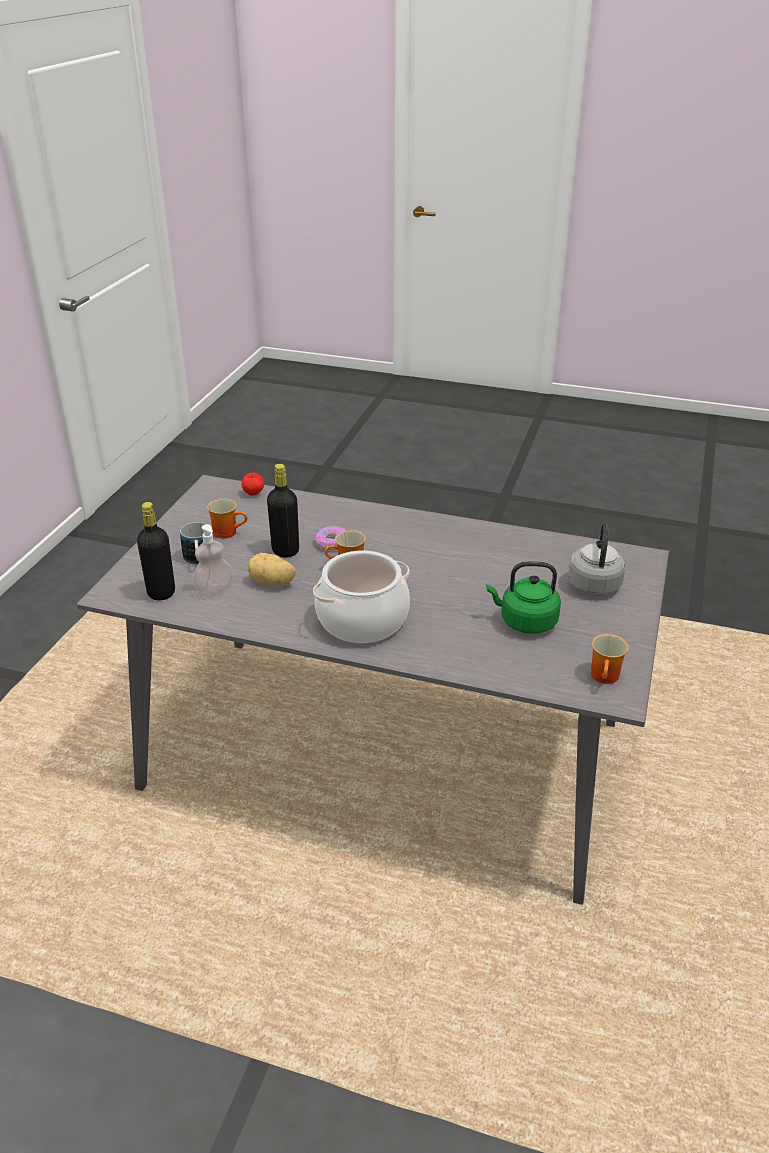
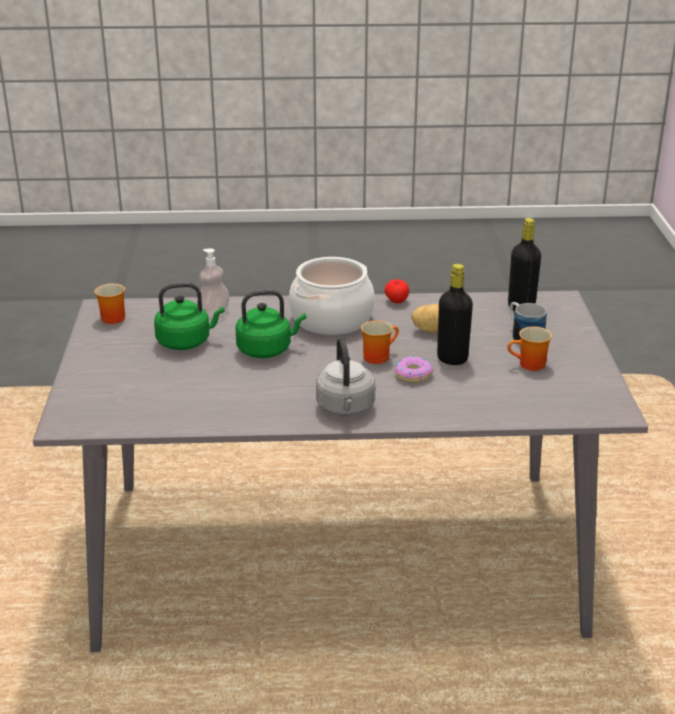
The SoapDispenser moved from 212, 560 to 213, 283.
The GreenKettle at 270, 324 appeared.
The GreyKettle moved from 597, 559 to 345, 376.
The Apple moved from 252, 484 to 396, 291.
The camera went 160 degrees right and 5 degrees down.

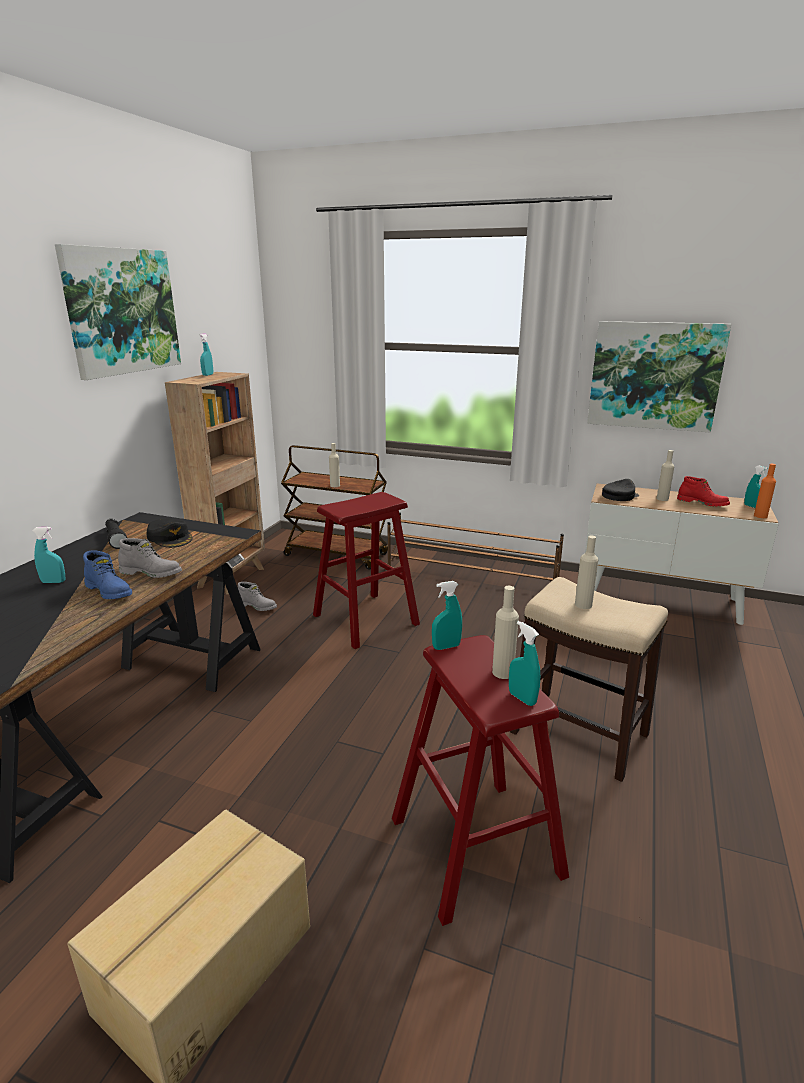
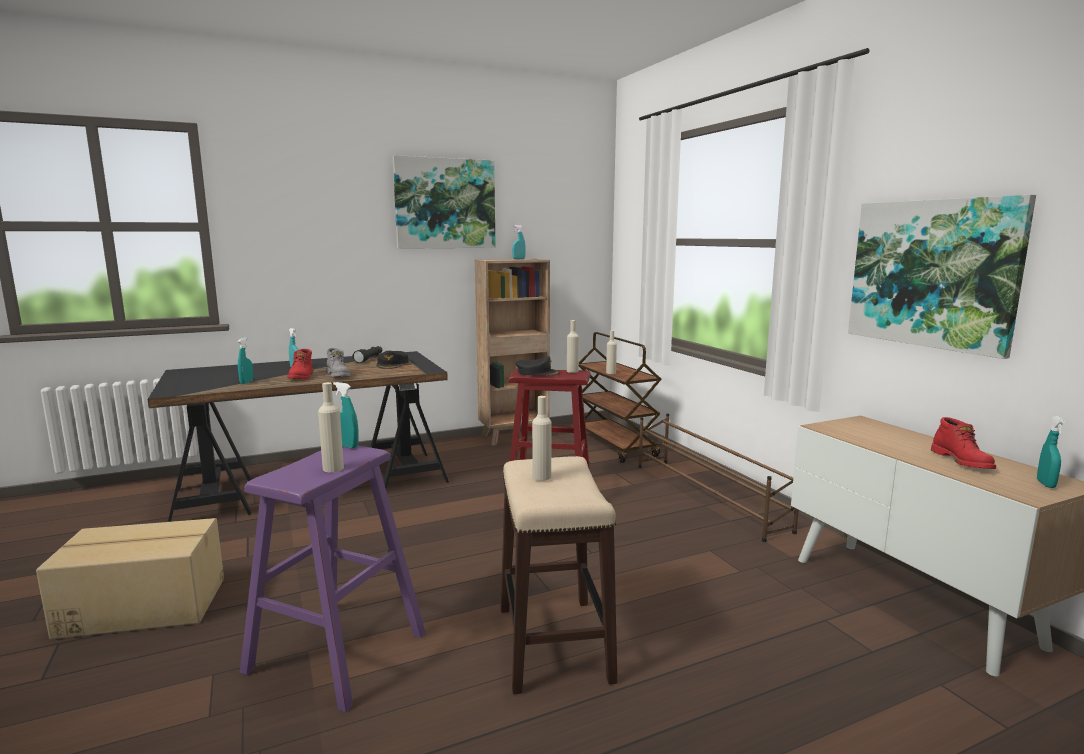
The TurquoiseSprayBottle moved from 524, 663 to 245, 360.
The RedStool at 480, 780 became the PurpleStool at 333, 579.
The BlueBoot at 107, 575 became the RedBoot at 300, 364.
The BlackCap moved from 621, 490 to 537, 365.
The BeigeBottle moved from 665, 475 to 573, 346.
The GreyBoot at 257, 596 disappeared.
The OrangeBottle at 765, 491 disappeared.
The camera went 45 degrees right and 10 degrees down.

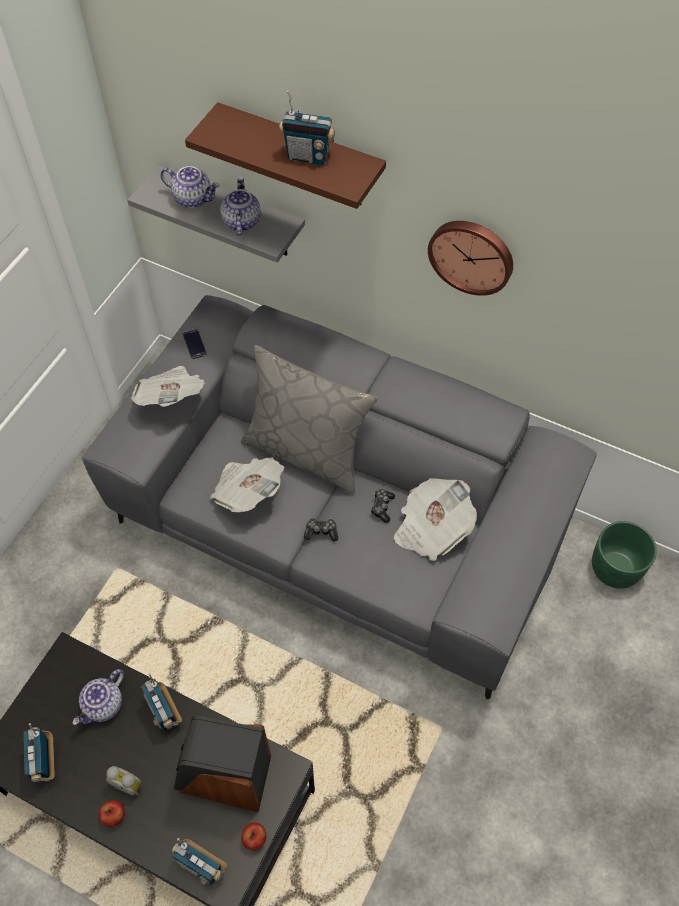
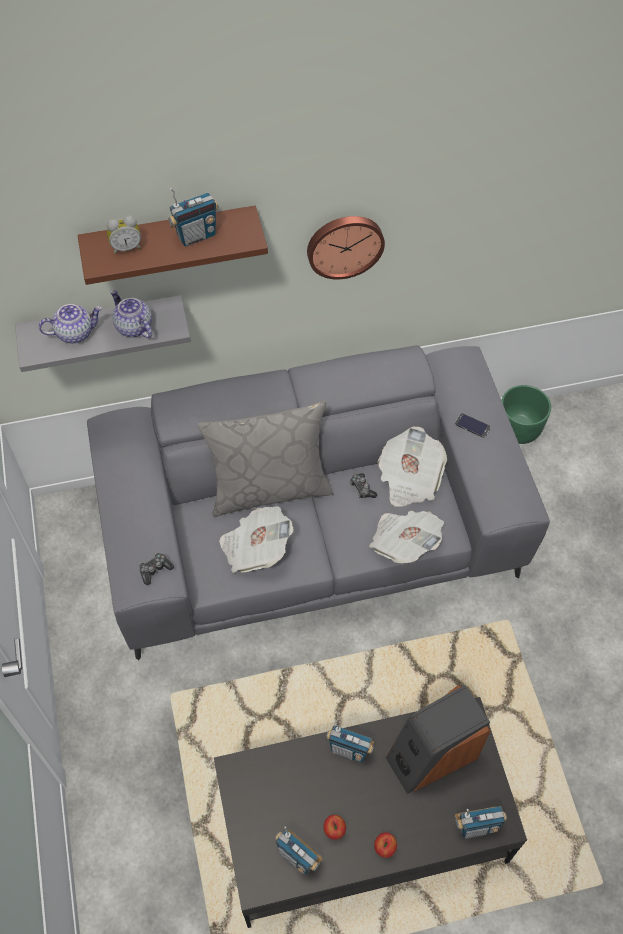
The AlarmClock moved from 123, 780 to 124, 234.
The GameController moved from 321, 529 to 156, 569.
The Apple moved from 253, 836 to 334, 827.
The Newspaper moved from 168, 386 to 406, 537.
The Phone moved from 195, 344 to 473, 425.
The Teapot at 98, 697 disappeared.
The camera went 40 degrees left and 0 degrees up.

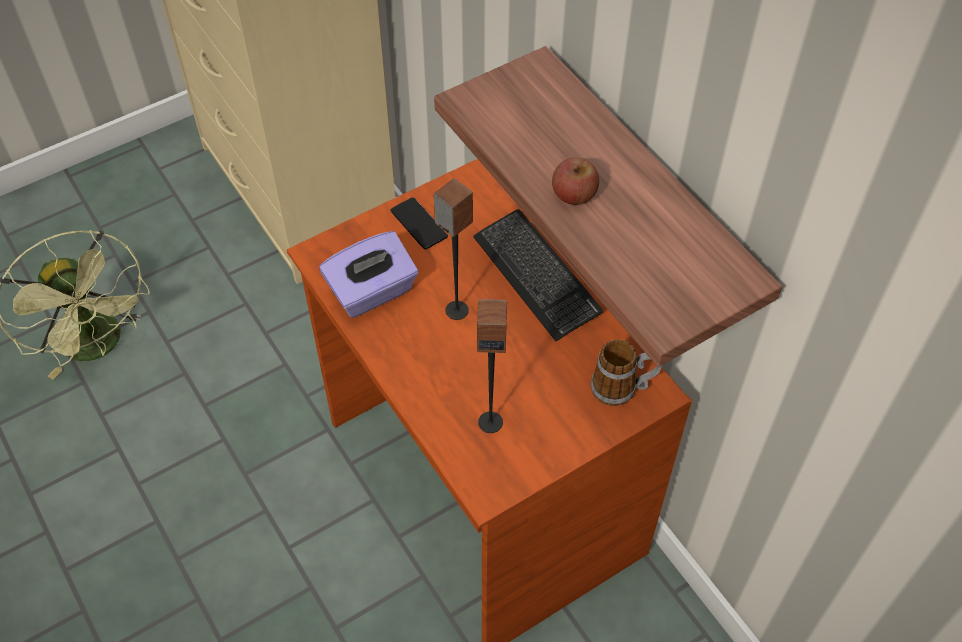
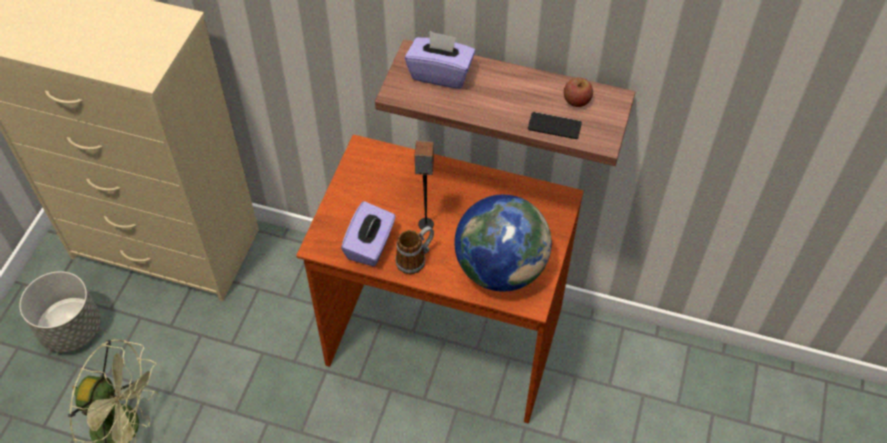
The GreyPlanter at 60, 312 appeared.
The Mug moved from 626, 372 to 414, 250.
The PurpleTissueBox at 440, 60 appeared.
The Speaker at 492, 366 was replaced by the Globe at 503, 243.
The Phone moved from 419, 223 to 555, 125.
The Apple moved from 575, 181 to 578, 92.
The Keyboard at 538, 275 disappeared.
The camera went 40 degrees left and 0 degrees up.

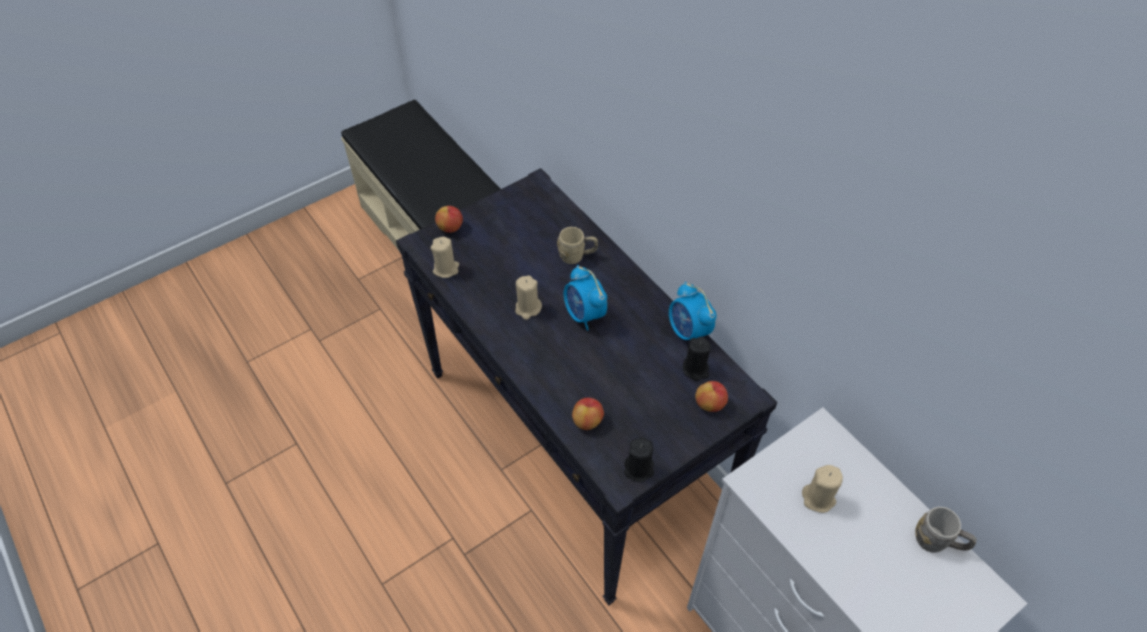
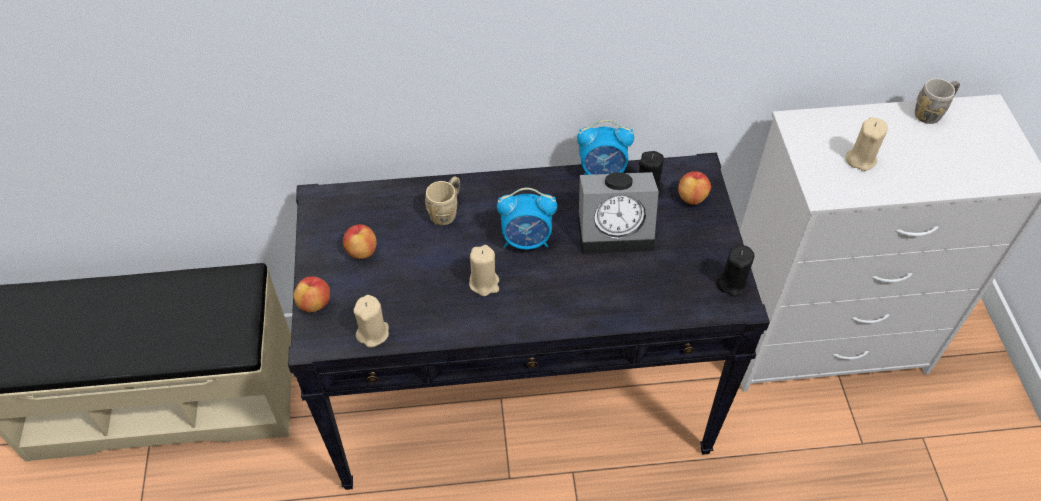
The Apple moved from 588, 414 to 360, 241.
The AlarmClock at 618, 213 appeared.
The camera went 60 degrees left and 0 degrees up.

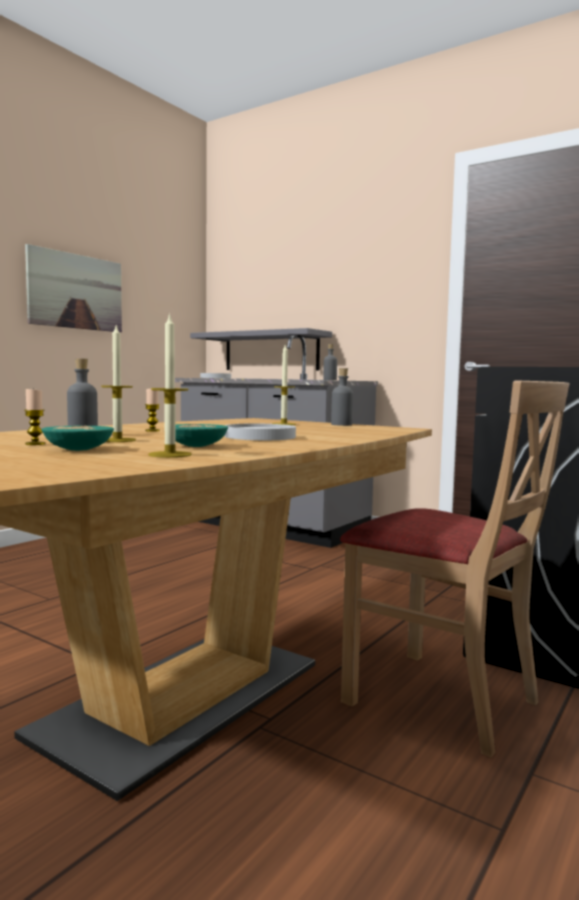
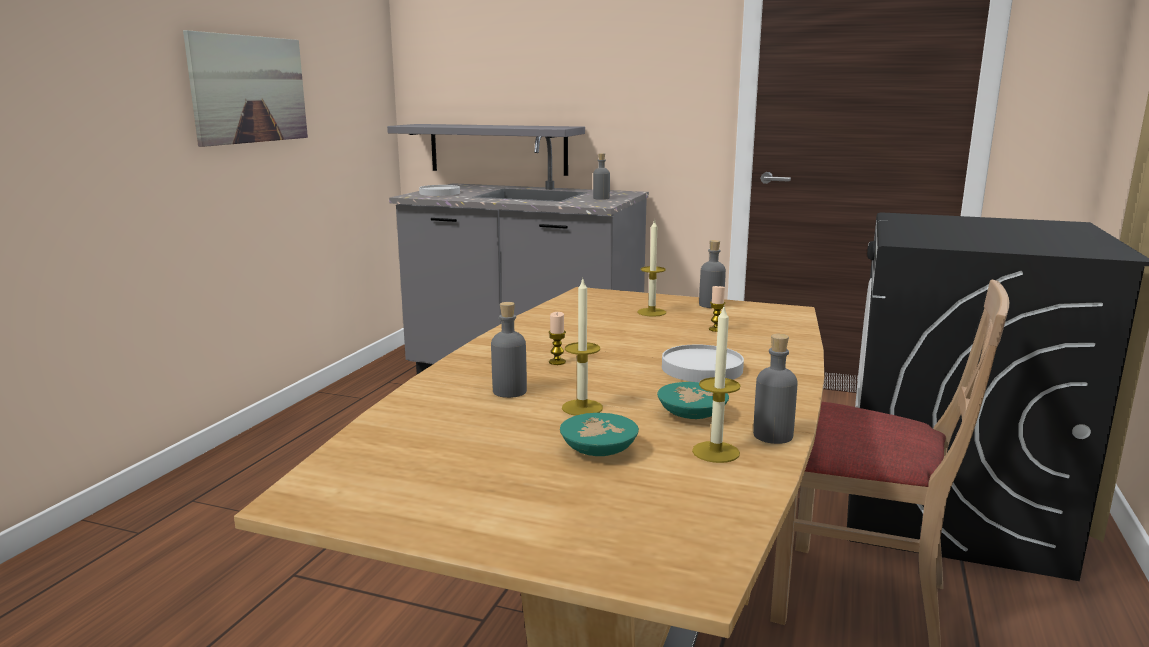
The Candle moved from 34, 417 to 717, 309.
The GreyBottle at 775, 389 appeared.
The camera went 15 degrees left and 10 degrees up.

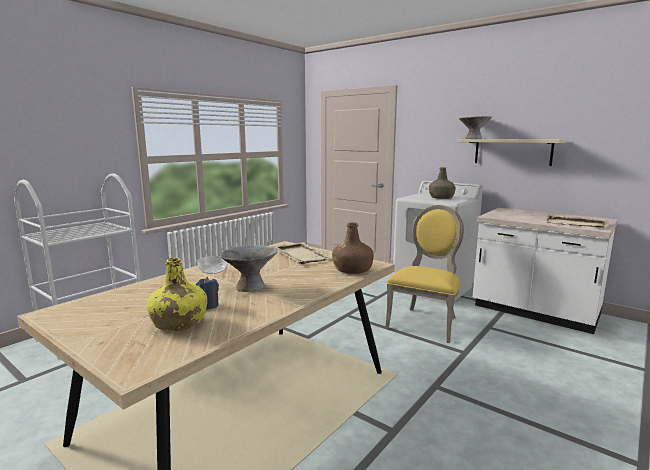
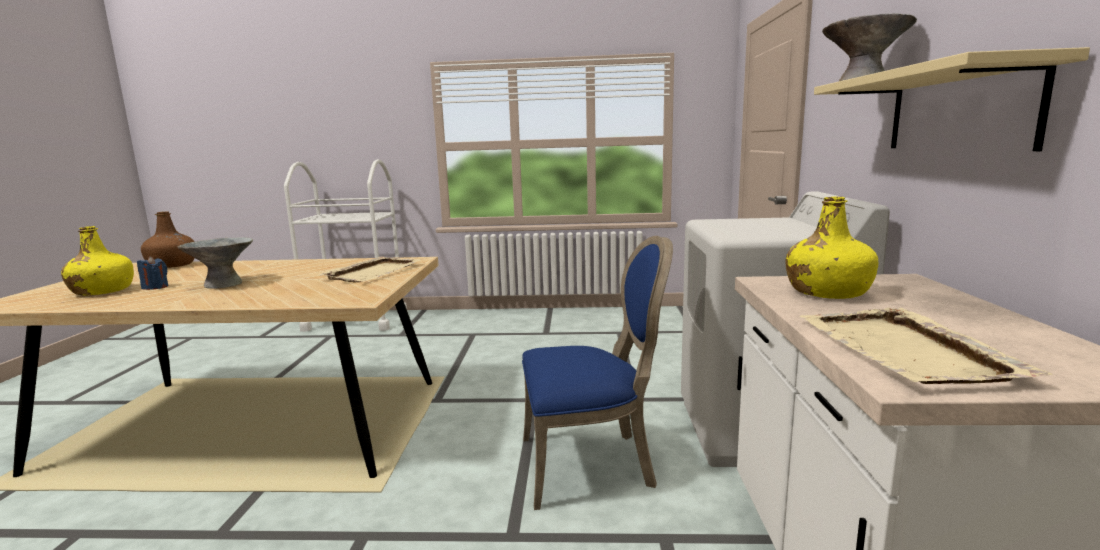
The BrownBottle moved from 353, 248 to 168, 239.
The YellowChair at 424, 274 became the BlueChair at 597, 373.
The YellowBottle at 832, 247 appeared.
The Bowl at 212, 265 disappeared.
The GreenBottle at 442, 183 disappeared.
The camera went 55 degrees right and 0 degrees up.

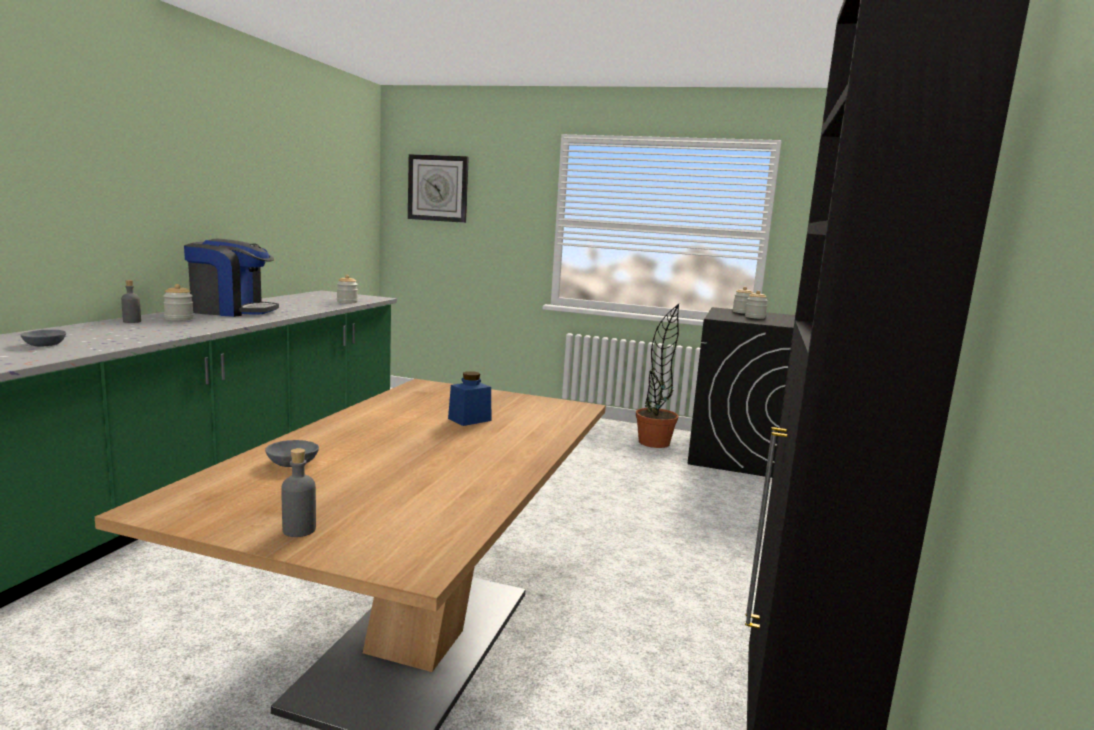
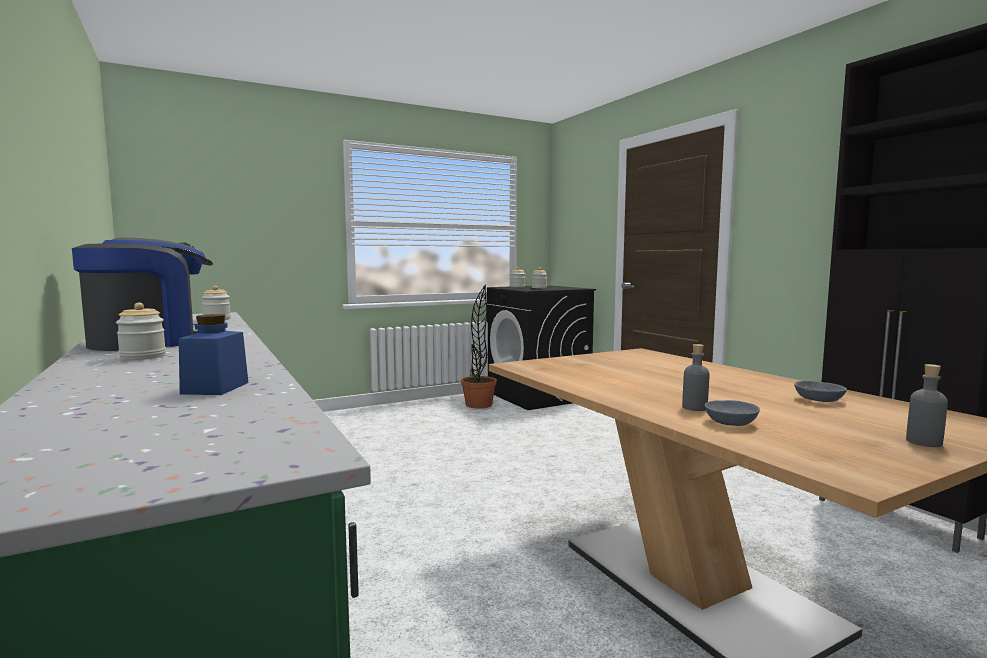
The BlueJar moved from 469, 398 to 213, 354.
The GreyBottle moved from 131, 301 to 696, 377.
The GreyBowl moved from 43, 338 to 820, 391.
The WallClock at 438, 188 disappeared.
The camera went 45 degrees left and 5 degrees down.

